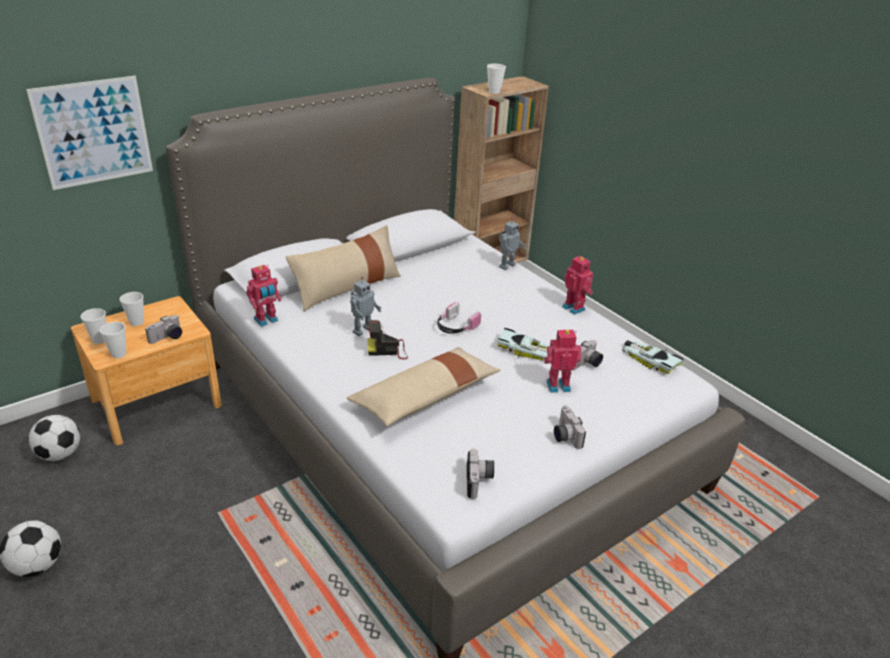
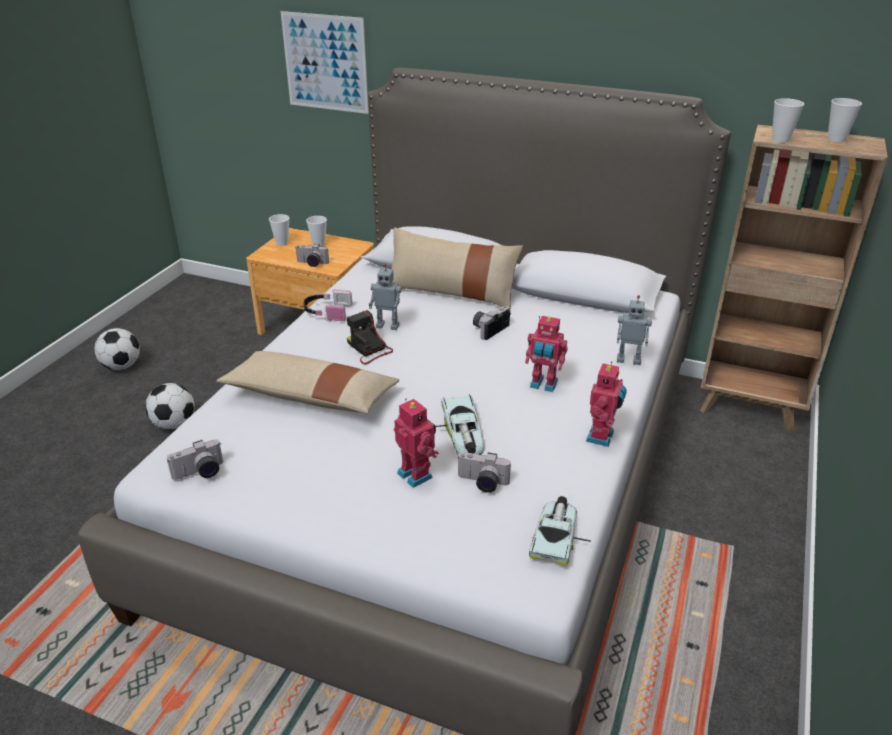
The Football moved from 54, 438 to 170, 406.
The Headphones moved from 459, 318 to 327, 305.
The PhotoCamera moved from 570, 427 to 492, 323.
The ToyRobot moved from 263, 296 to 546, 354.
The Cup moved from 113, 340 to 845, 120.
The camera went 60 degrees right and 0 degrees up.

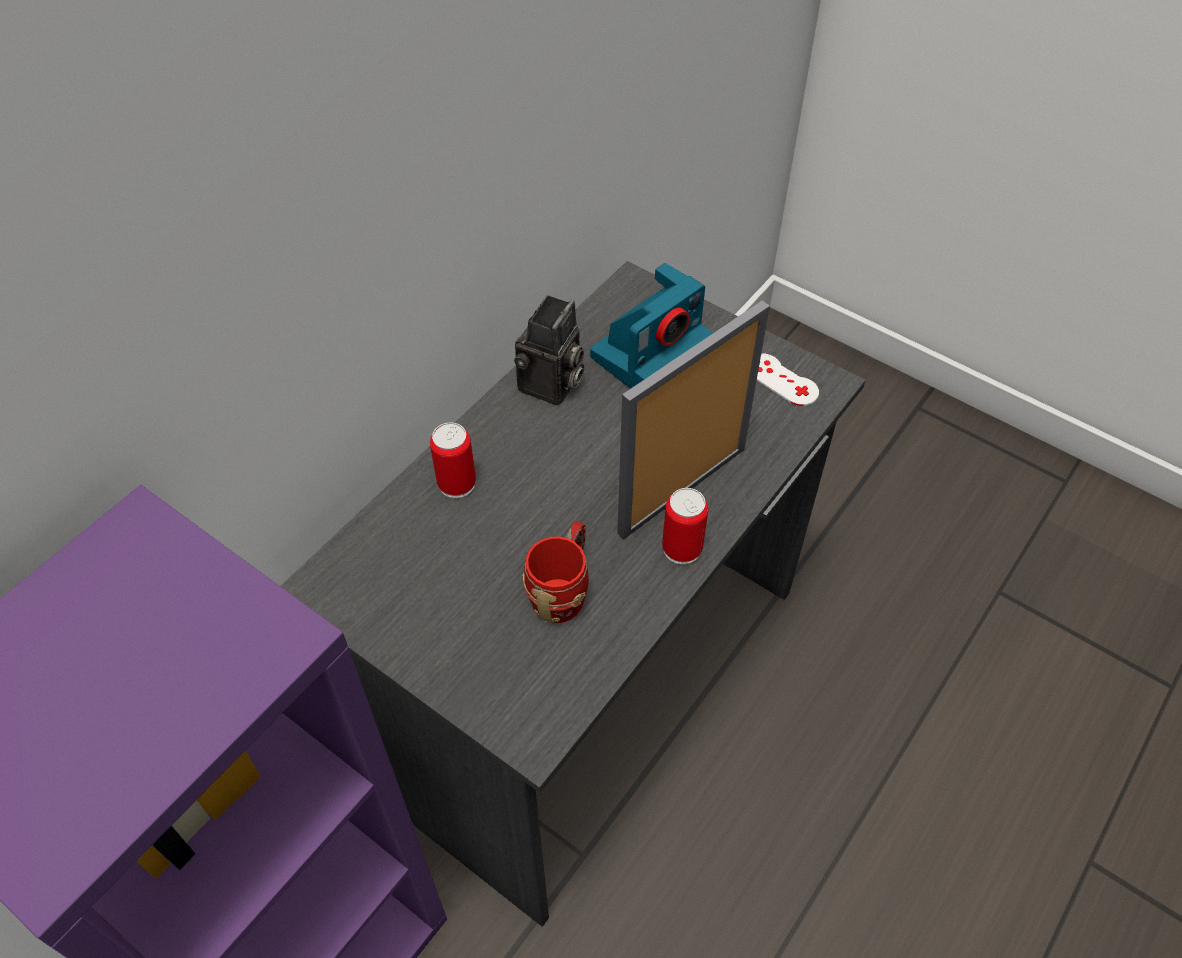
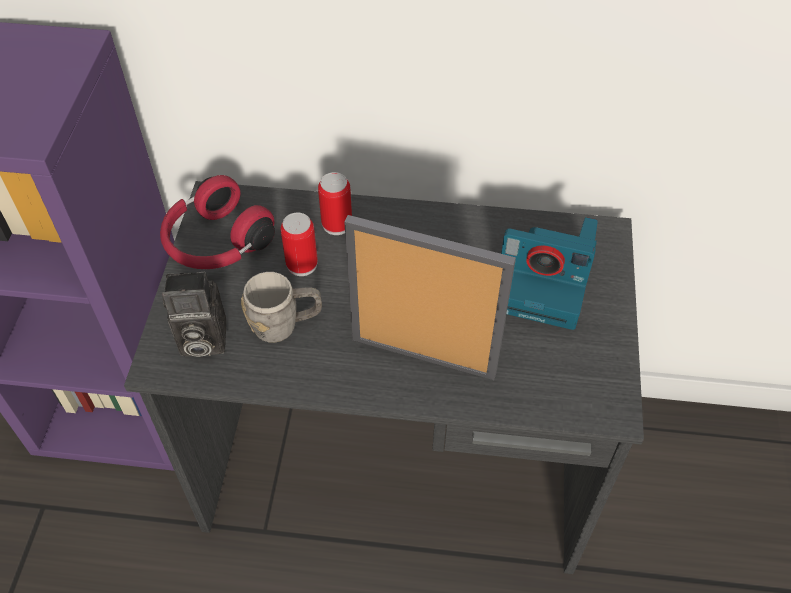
The RedHeadphones at 217, 222 appeared.
The PhotoCamera moved from 549, 350 to 194, 314.
The RedMug at 555, 572 became the GreyMug at 281, 307.
The Can moved from 685, 526 to 299, 244.
The WhiteGameController at 788, 379 disappeared.
The camera went 60 degrees right and 0 degrees up.

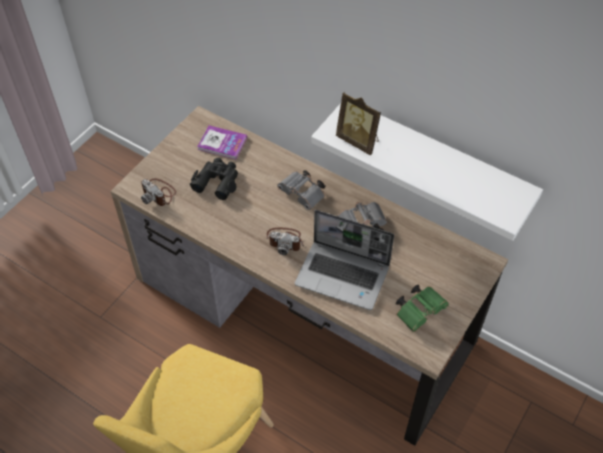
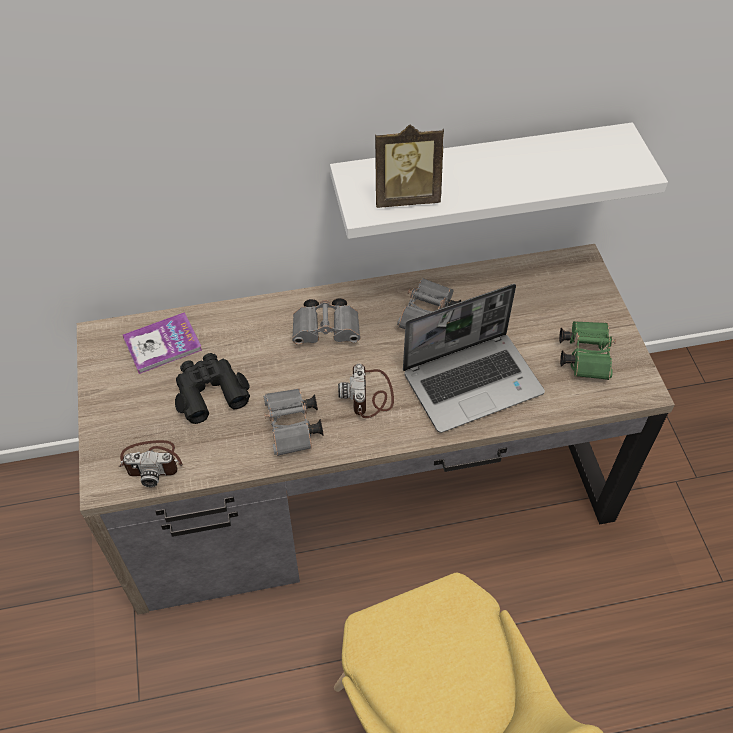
The GreyBinoculars at 294, 422 appeared.
The PhotoCamera at 285, 241 turned 120 degrees clockwise.
The camera went 45 degrees left and 0 degrees up.

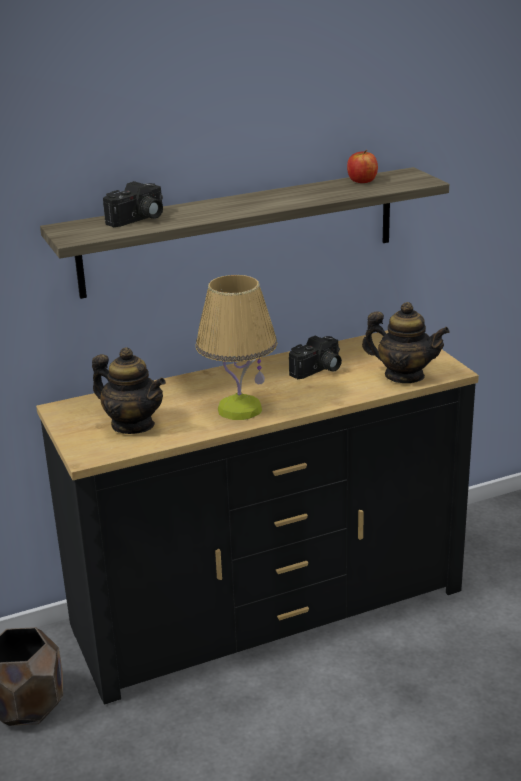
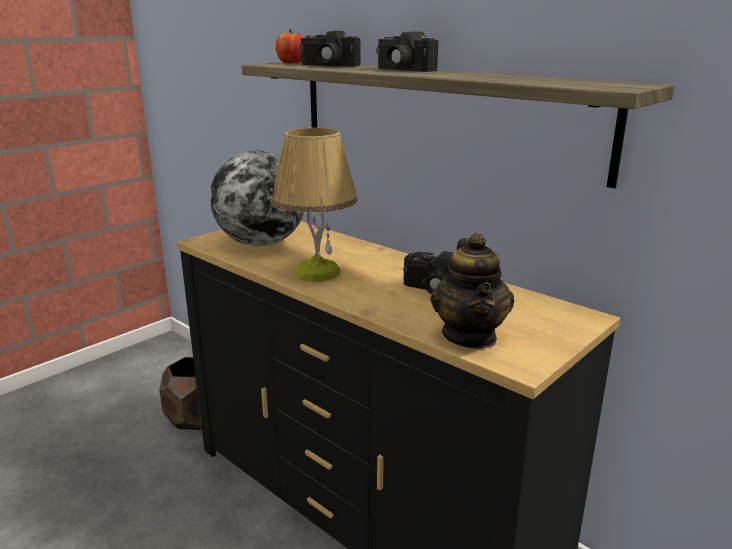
The Teapot at 129, 390 was replaced by the Globe at 257, 198.
The Apple moved from 362, 166 to 290, 46.
The PhotoCamera at 407, 52 appeared.
The camera went 65 degrees right and 5 degrees down.

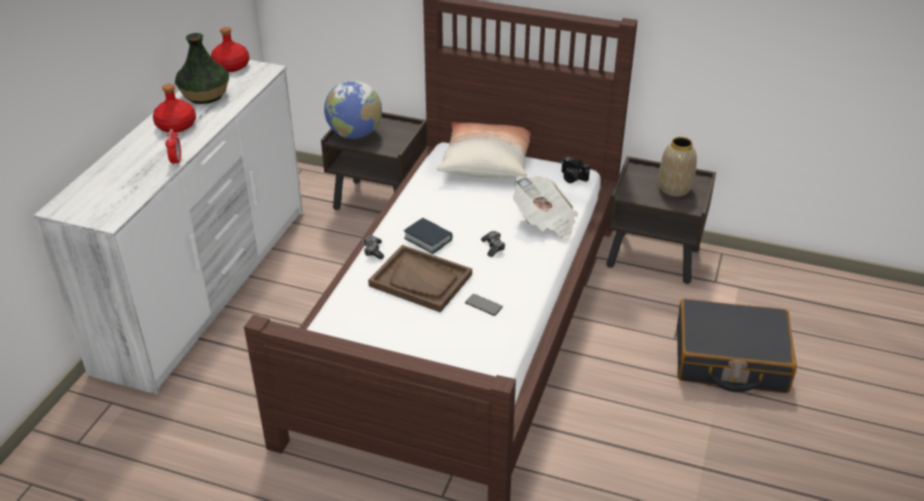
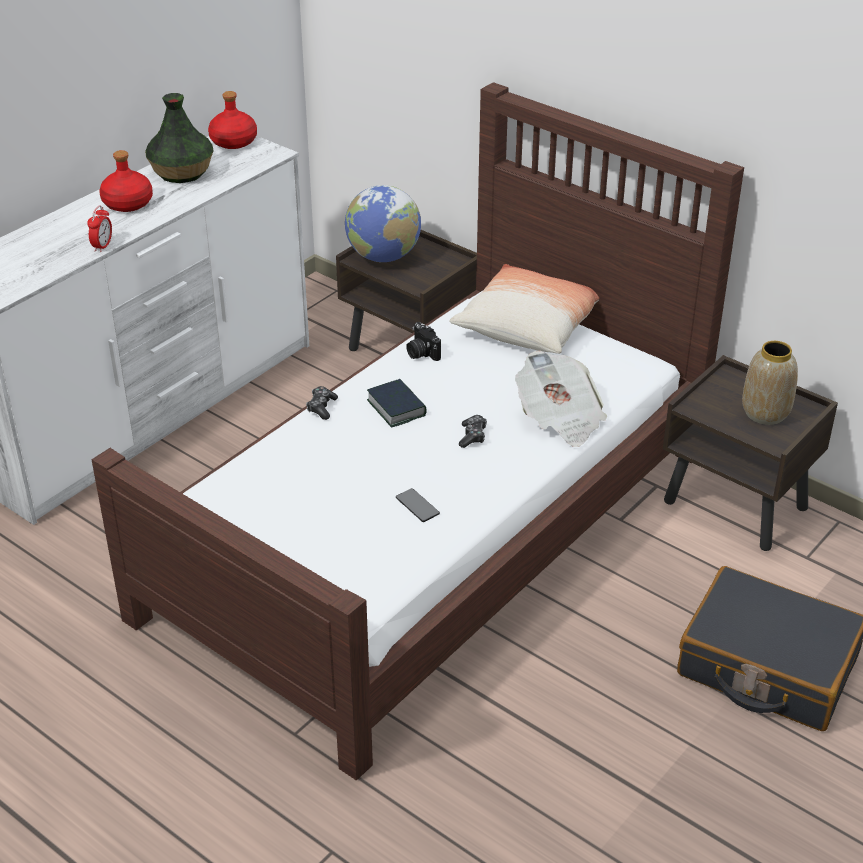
The PhotoCamera moved from 575, 169 to 423, 341.
The BrownTray at 420, 279 disappeared.
The camera went 20 degrees right and 0 degrees up.

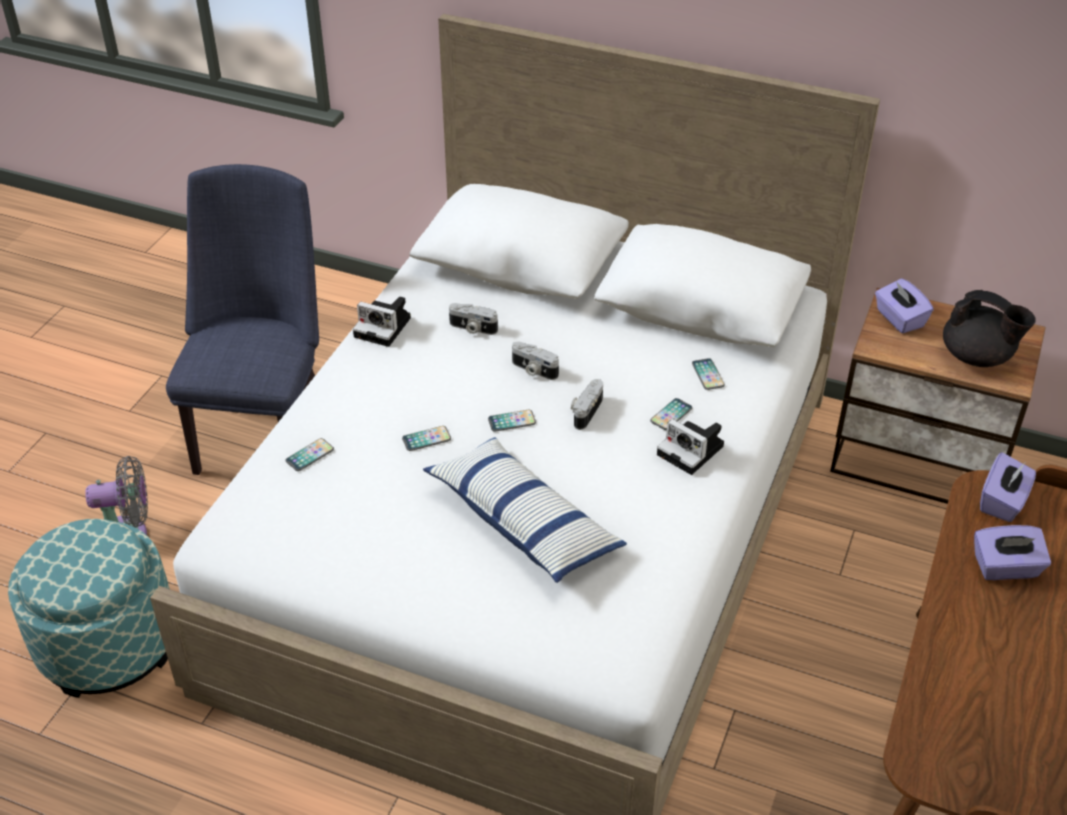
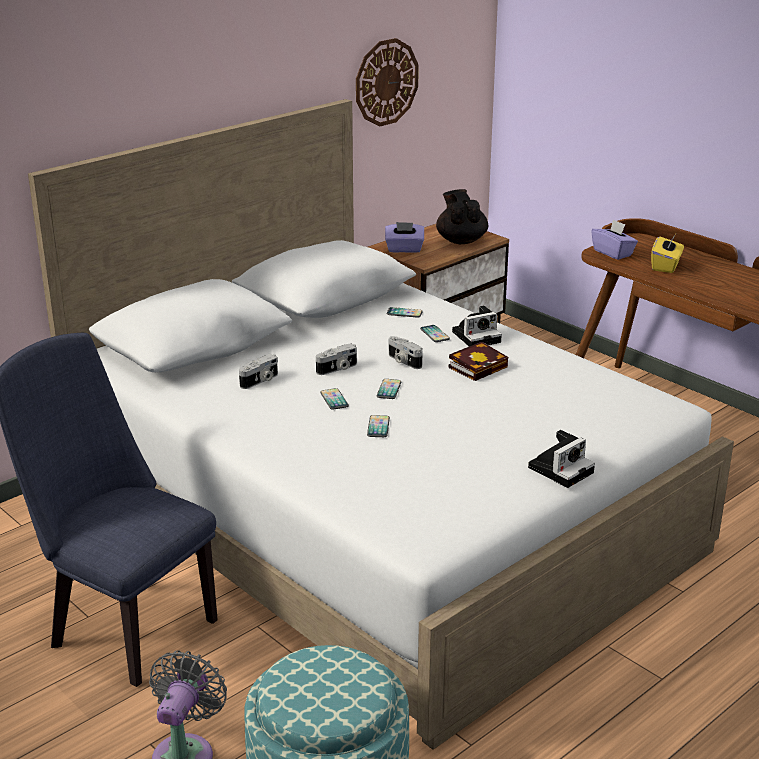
The Phone moved from 310, 454 to 334, 399.
The WallClock at 387, 82 appeared.
The BlackTeapot at 989, 328 turned 75 degrees counterclockwise.
The Book at 478, 361 appeared.
The PhotoCamera moved from 382, 322 to 561, 459.
The PurpleTissueBox at 1012, 552 became the YellowTissueBox at 667, 253.
The Pillow at 525, 510 disappeared.
The camera went 65 degrees left and 15 degrees down.

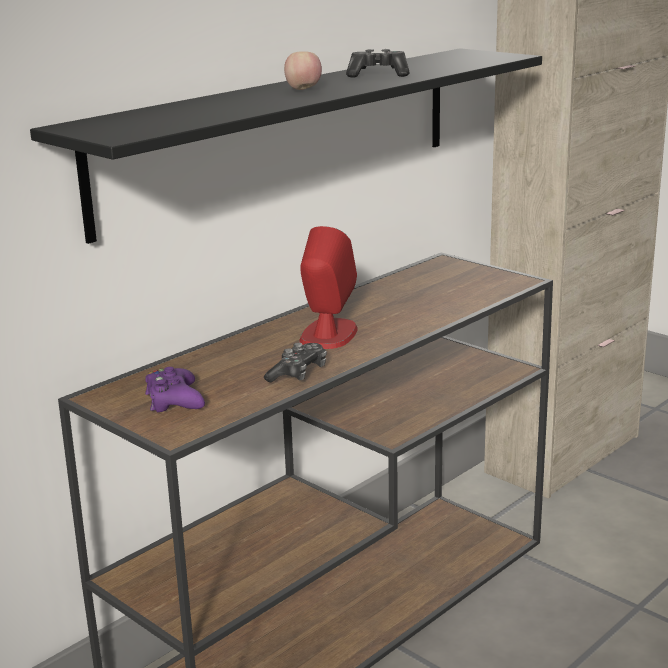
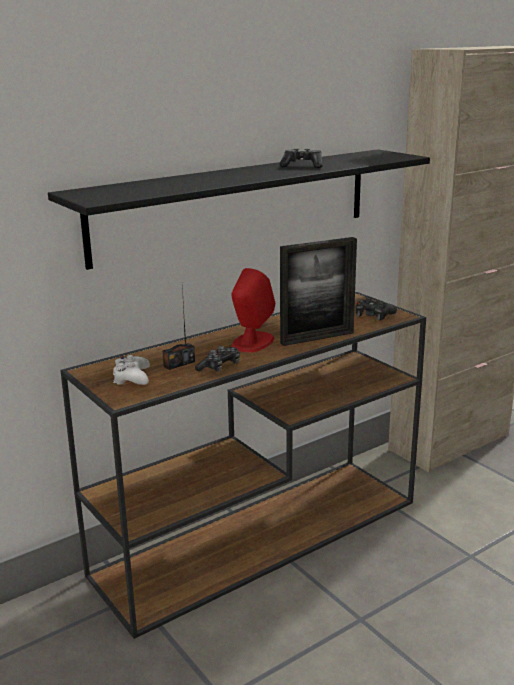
The PurpleGameController at 175, 389 became the WhiteGameController at 131, 370.
The Radio at 179, 328 appeared.
The PictureFrame at 318, 291 appeared.
The BlackGameController at 376, 309 appeared.
The Apple at 303, 70 disappeared.
The camera went 10 degrees right and 0 degrees up.

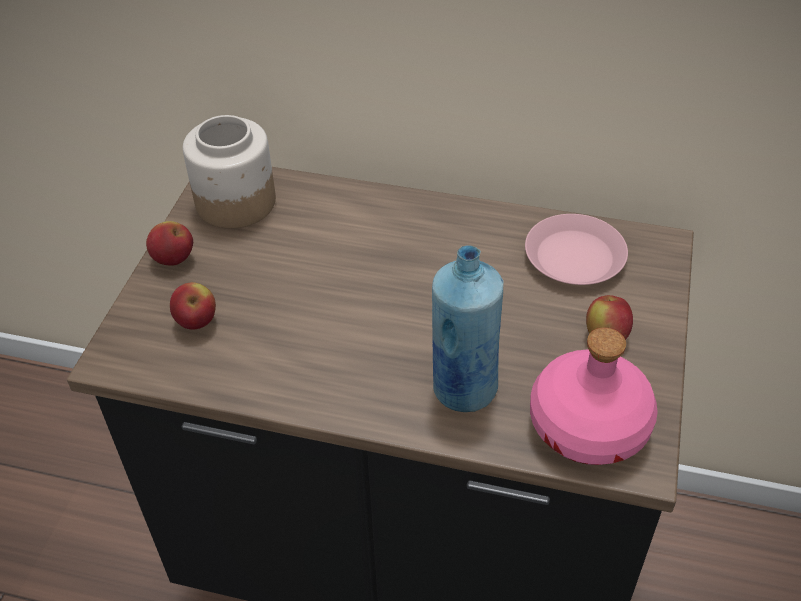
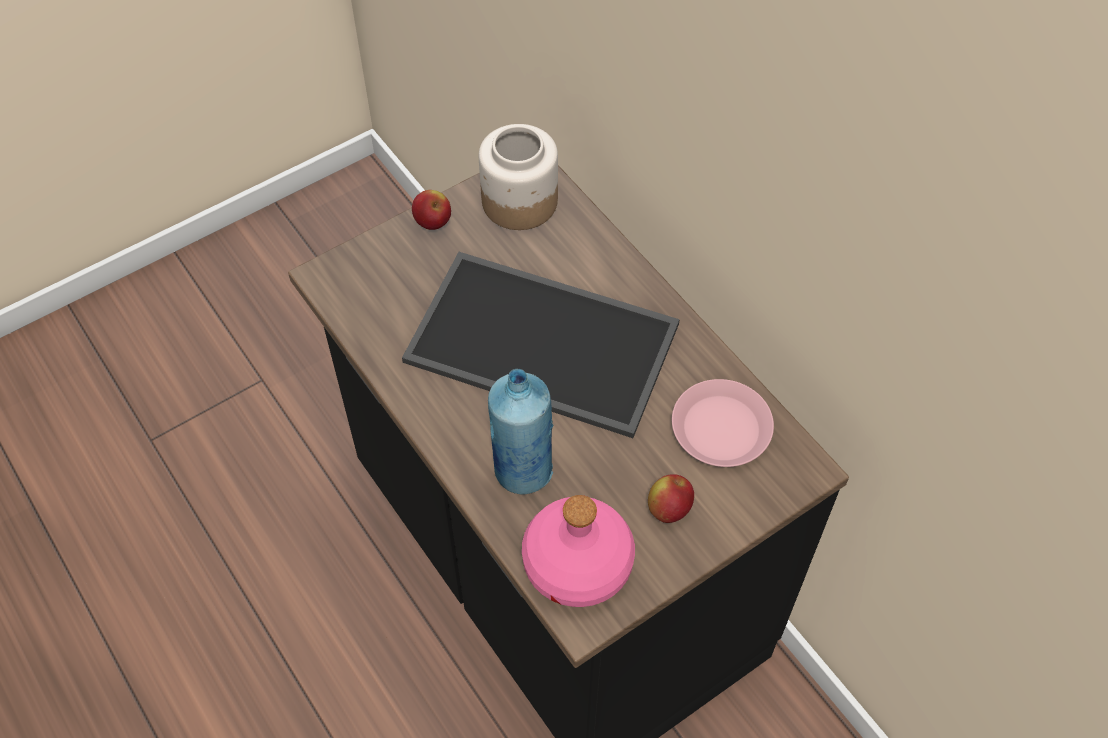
The Tray at 541, 345 appeared.
The Apple at 193, 306 disappeared.
The camera went 40 degrees right and 10 degrees up.

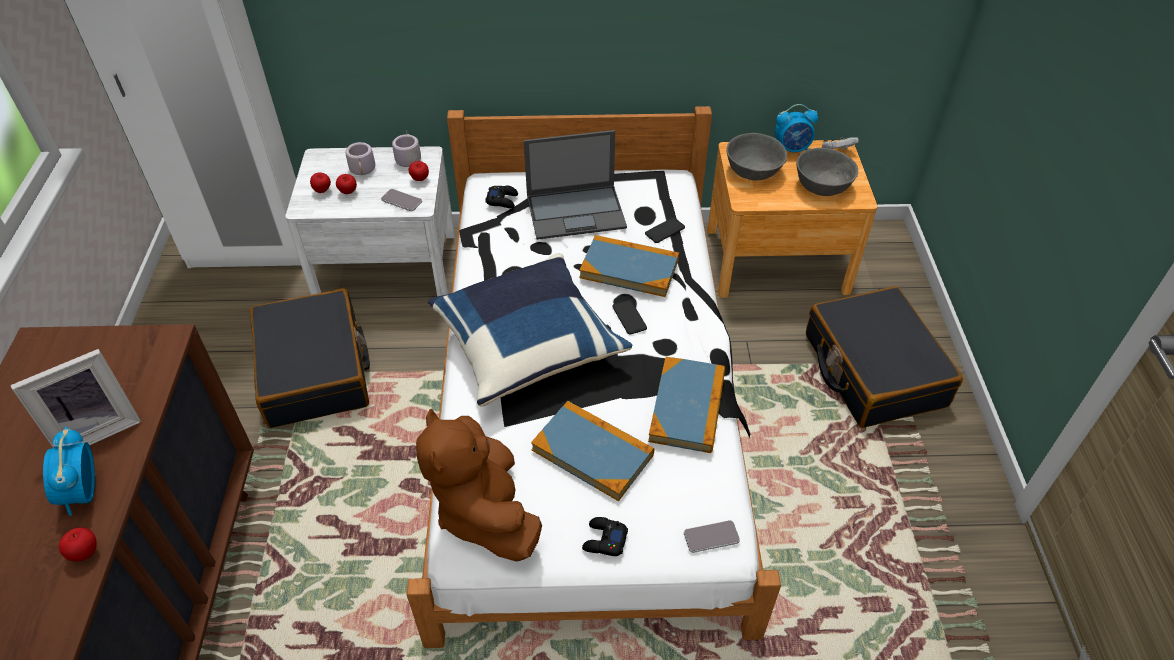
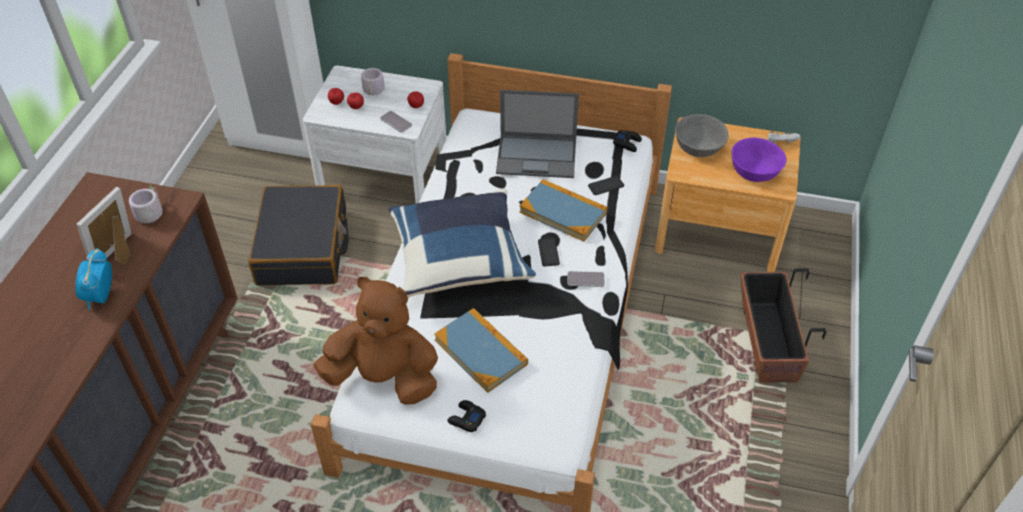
The PictureFrame at 76, 398 turned 135 degrees clockwise.
The GreyMug moved from 406, 149 to 146, 203.
The BrownPlushToy at 479, 485 turned 105 degrees clockwise.
The Phone moved from 712, 536 to 586, 279.
The BlackGameController moved from 501, 197 to 627, 141.
The GreyBowl at 827, 172 became the PurpleBowl at 758, 160.
The BlackSuitcase at 884, 357 was replaced by the Planter at 783, 326.
The Apple at 78, 544 disappeared.
The Book at 686, 405 disappeared.
The AlarmClock at 796, 128 disappeared.
The camera went 15 degrees right and 0 degrees up.

